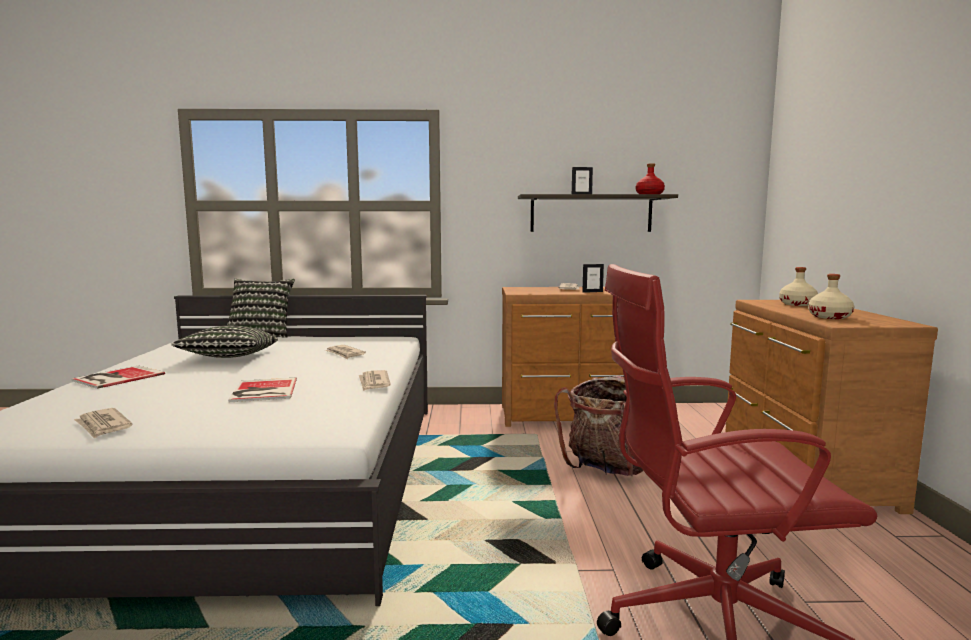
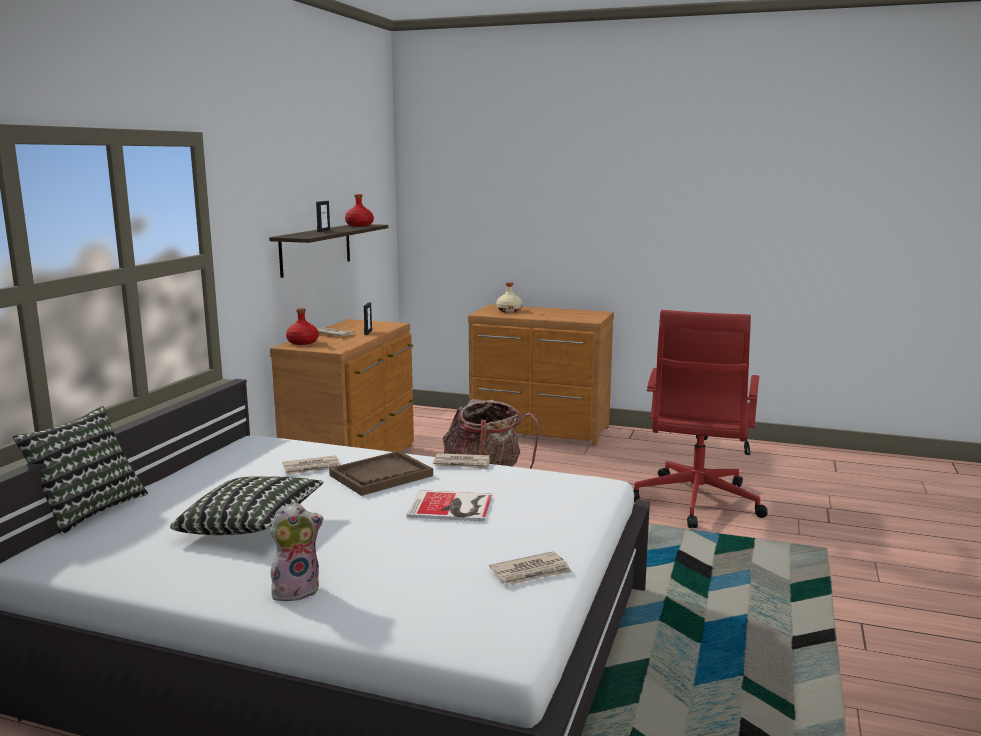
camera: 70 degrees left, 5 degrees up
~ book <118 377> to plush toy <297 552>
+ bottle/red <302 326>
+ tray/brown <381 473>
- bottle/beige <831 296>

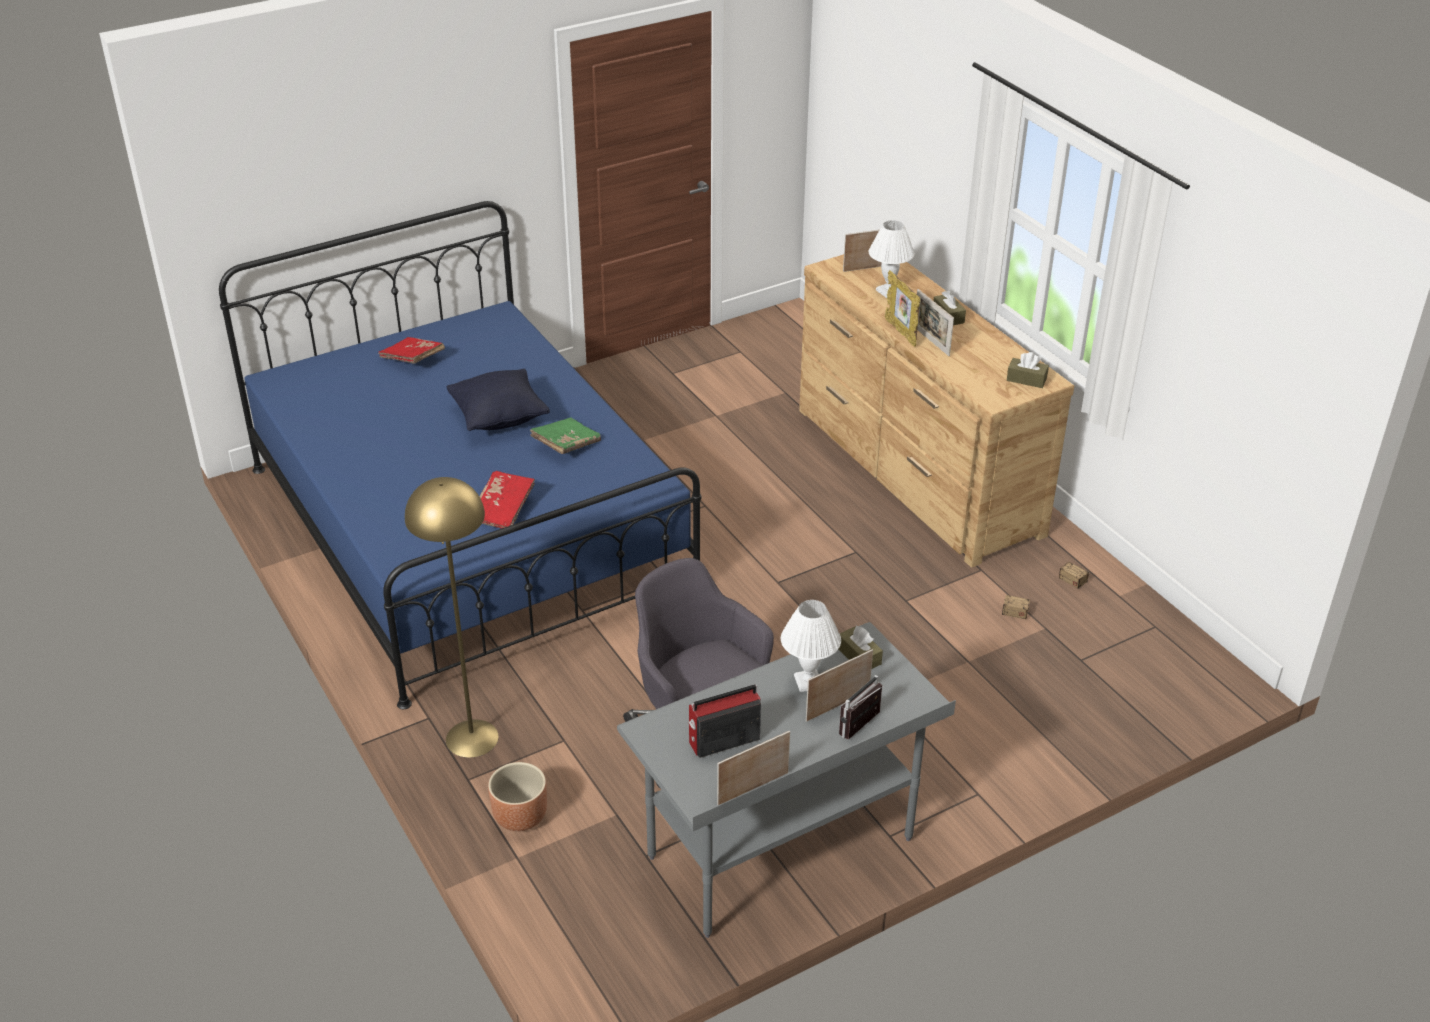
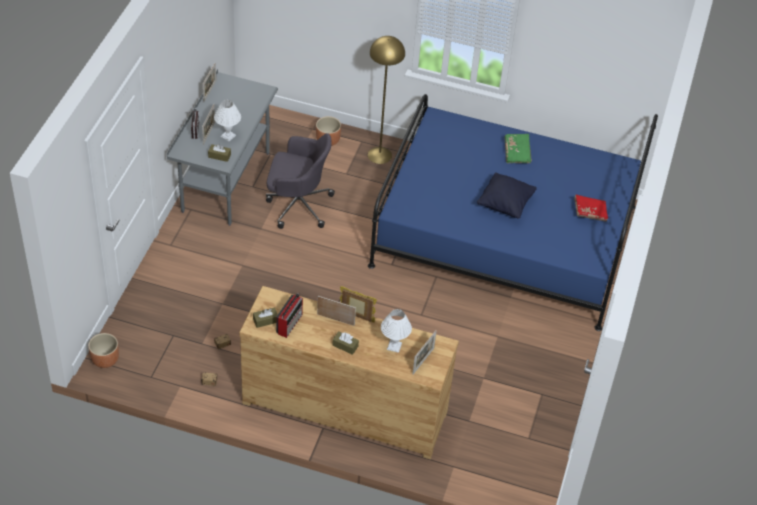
camera: 135 degrees right, 10 degrees up
+ planter/brown <103 350>
~ radio <725 721> to <289 315>
~ book/green <565 436> to <518 148>
- book/red <507 500>

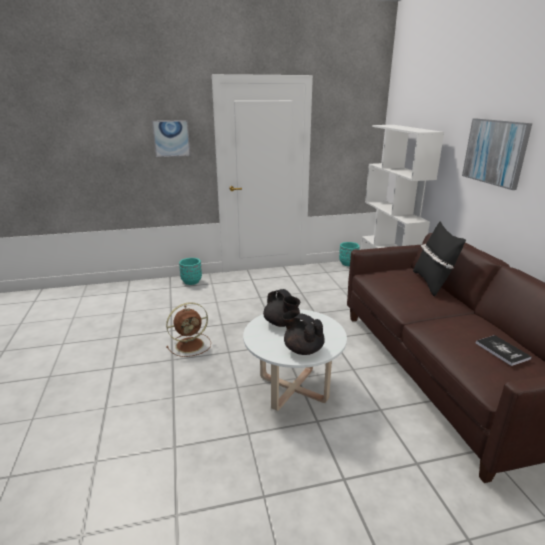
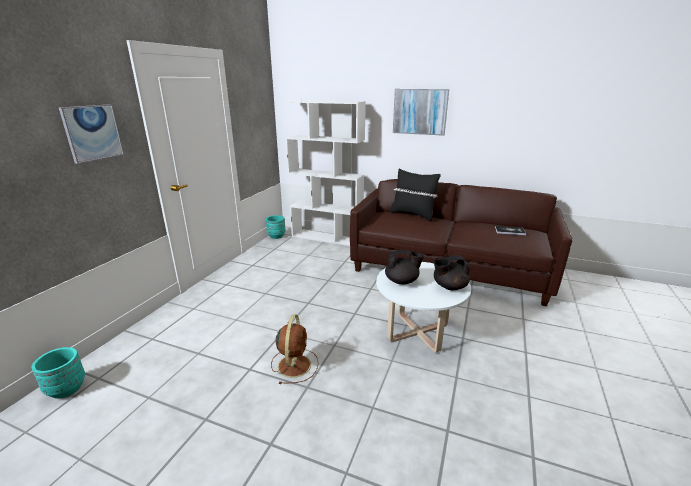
camera: 55 degrees left, 0 degrees up
~ planter/turquoise <190 271> to <58 373>

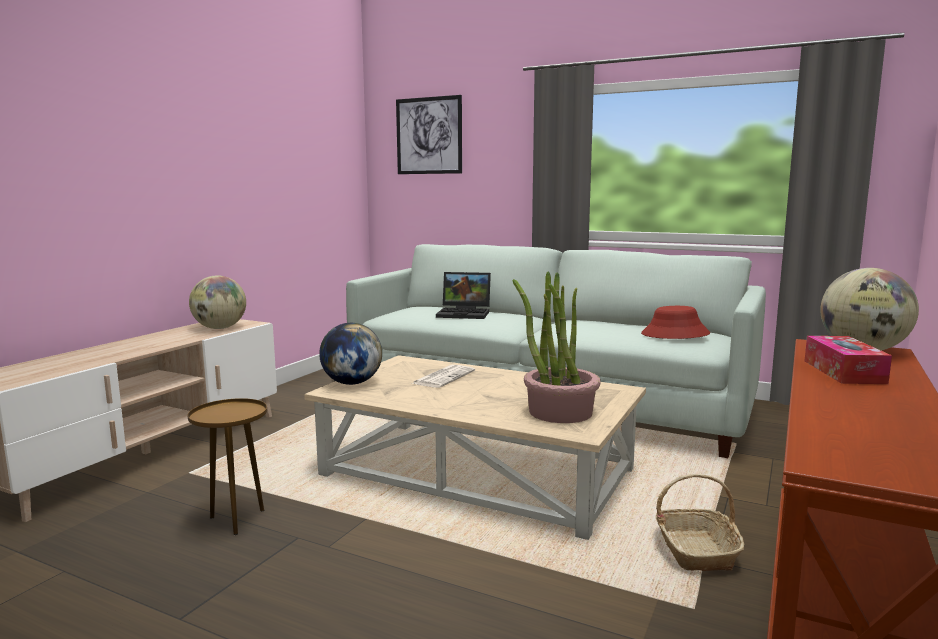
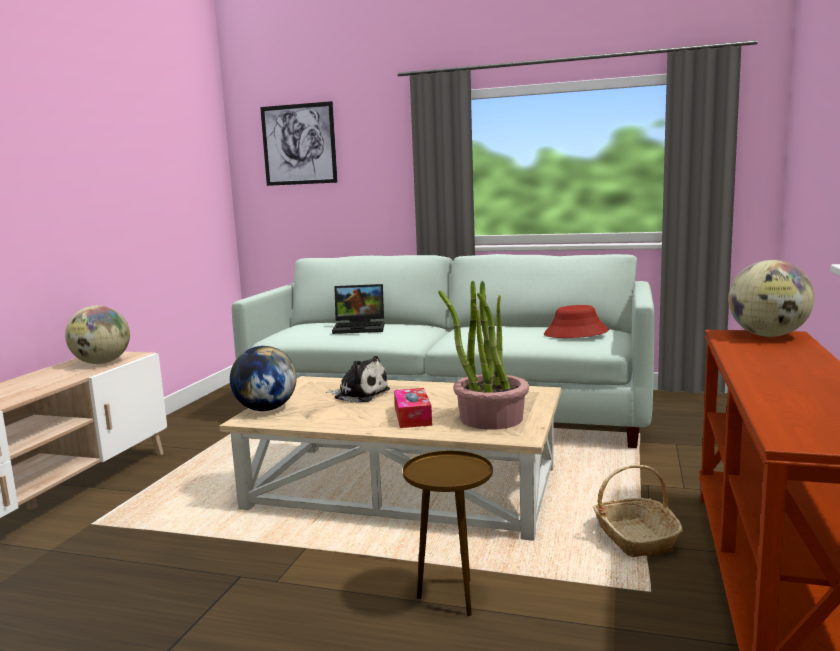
camera: 10 degrees left, 0 degrees up
~ newspaper <443 376> to plush toy <358 379>
~ tissue box <848 360> to <413 408>
~ side table/brown <227 466> to <448 533>

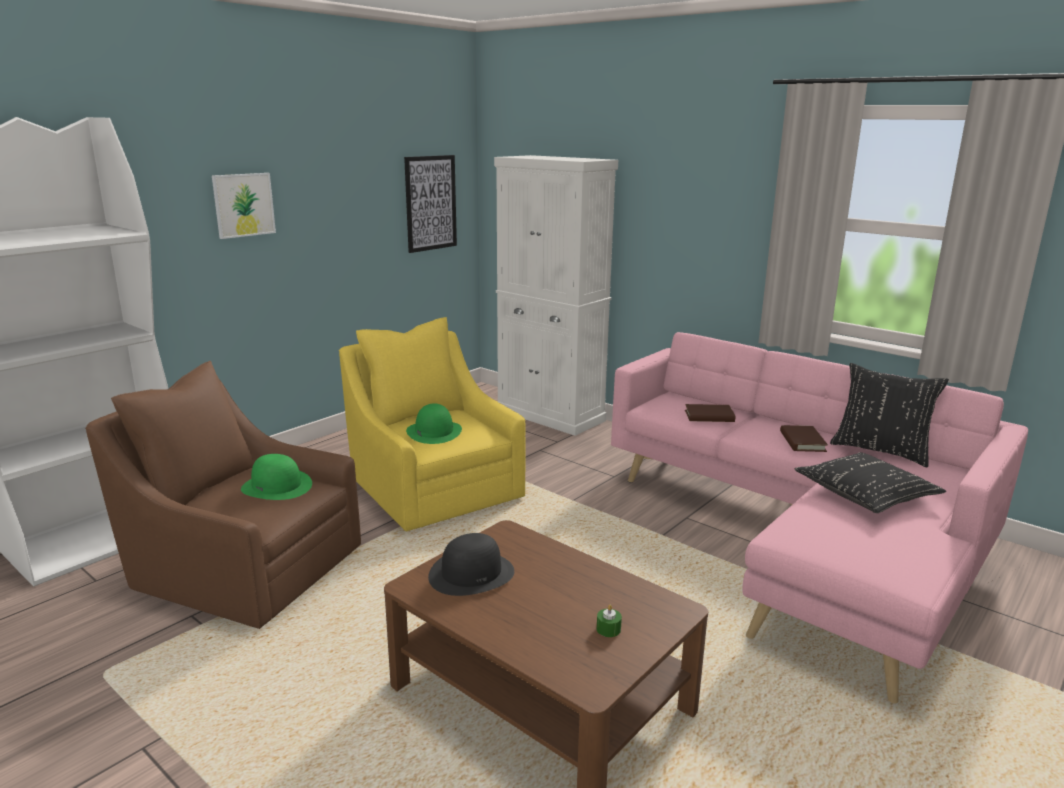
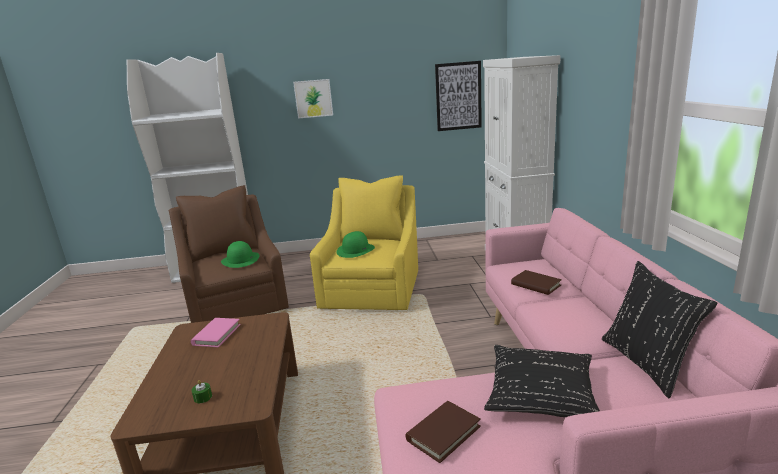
camera: 45 degrees right, 0 degrees up
~ hat/black <471 564> to book/pink <216 332>
~ book/brown <804 438> to <443 432>

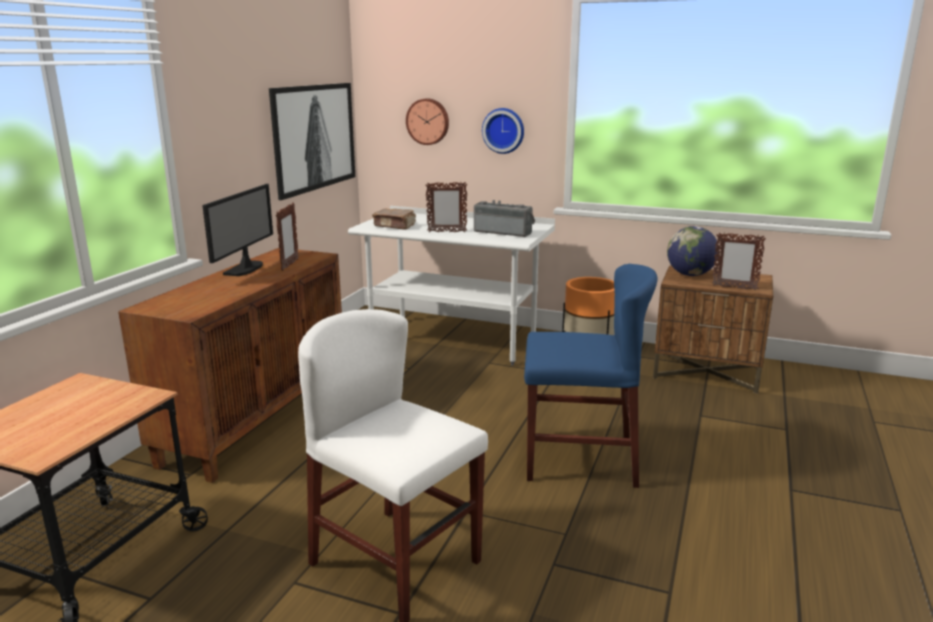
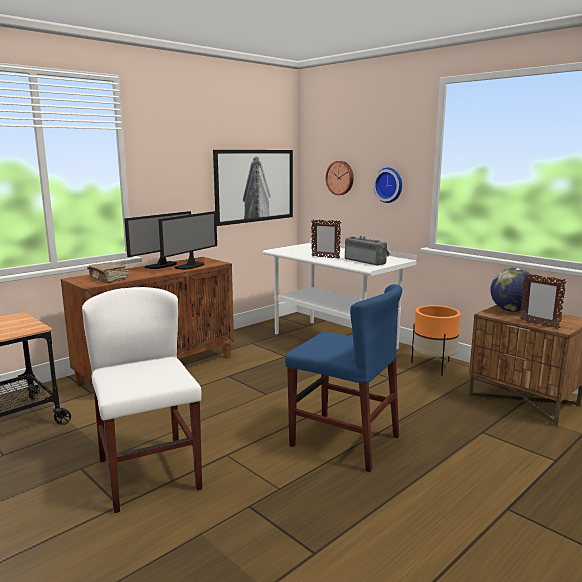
camera: 25 degrees right, 5 degrees down
~ book/brown <394 219> to <108 272>
~ picture frame <287 236> to monitor <187 240>

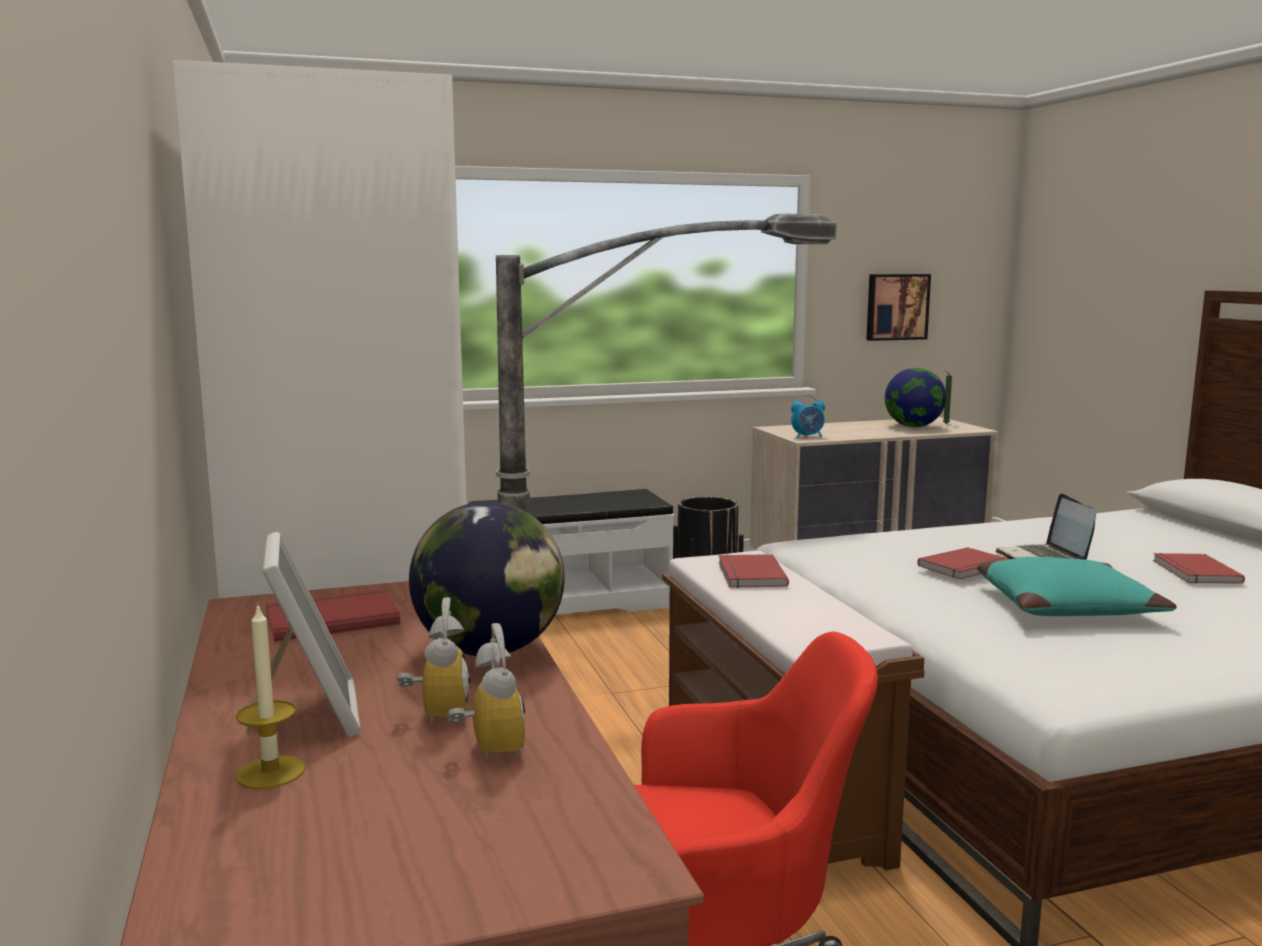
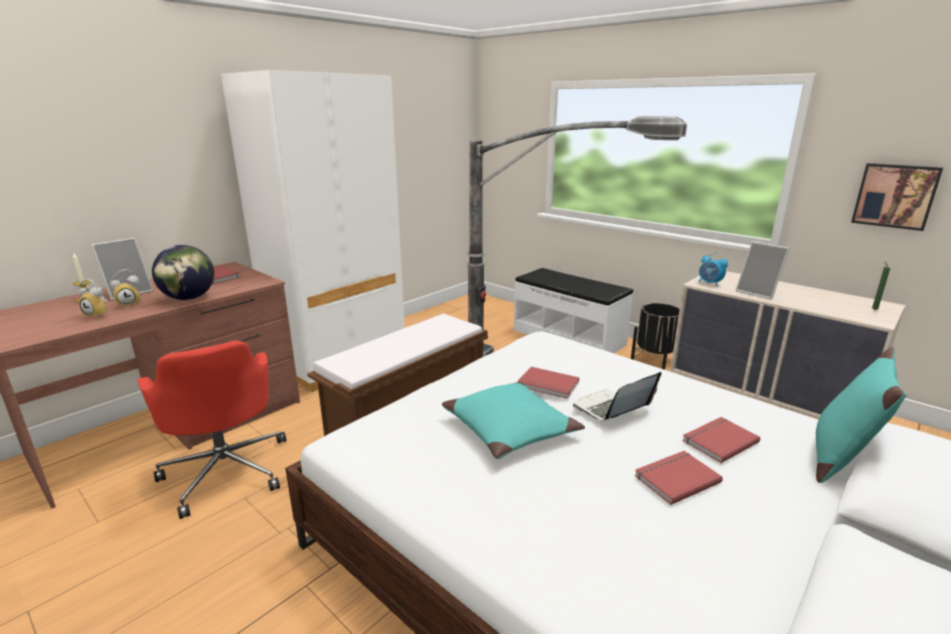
camera: 60 degrees right, 10 degrees up
~ alarm clock <486 691> = <93 298> 60 degrees clockwise
~ book/red <754 571> to <721 440>
+ picture frame <763 270>
+ pillow/turquoise <861 415>
- globe <915 397>

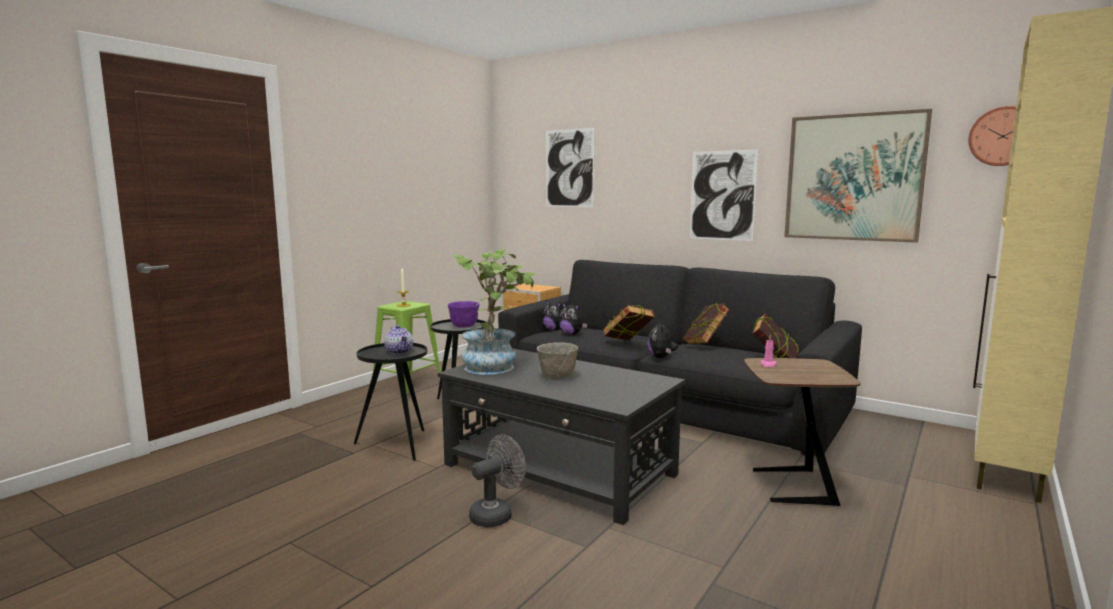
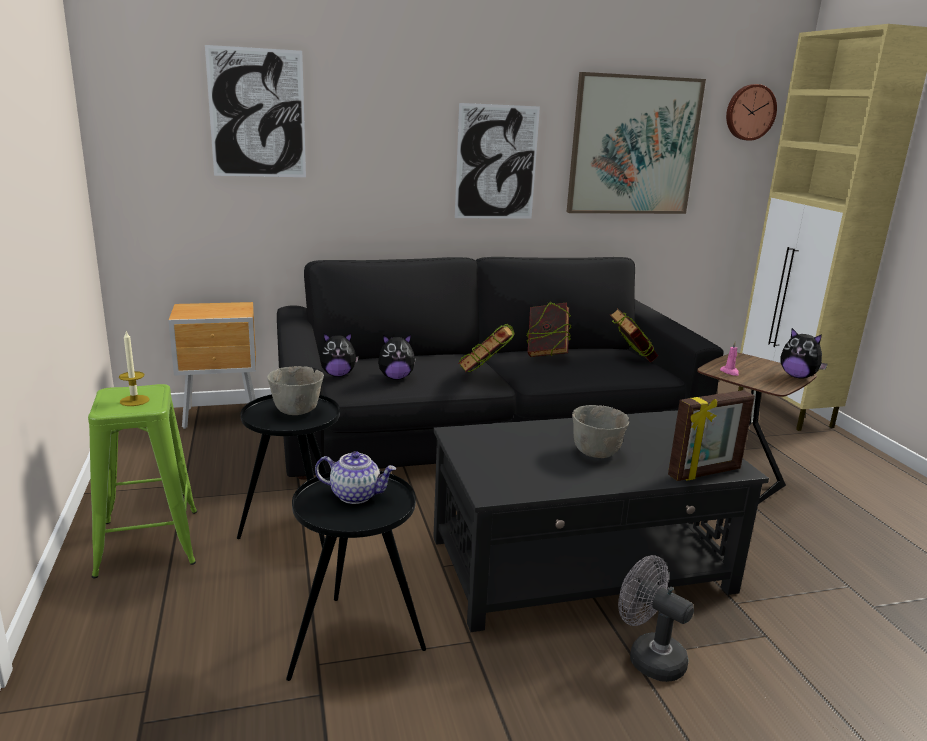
camera: 50 degrees left, 10 degrees up
~ bowl/purple <464 314> to bowl/grey <295 390>
~ fan/grey <497 481> = <656 618> 45 degrees counterclockwise
+ picture frame <711 435>
~ plush toy <663 339> to <804 353>
- potted plant <493 312>

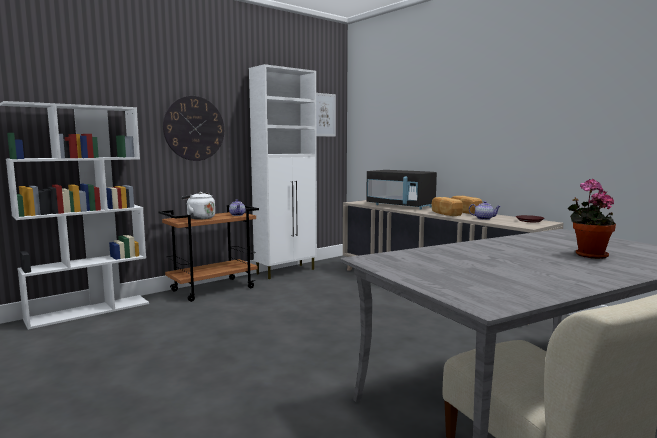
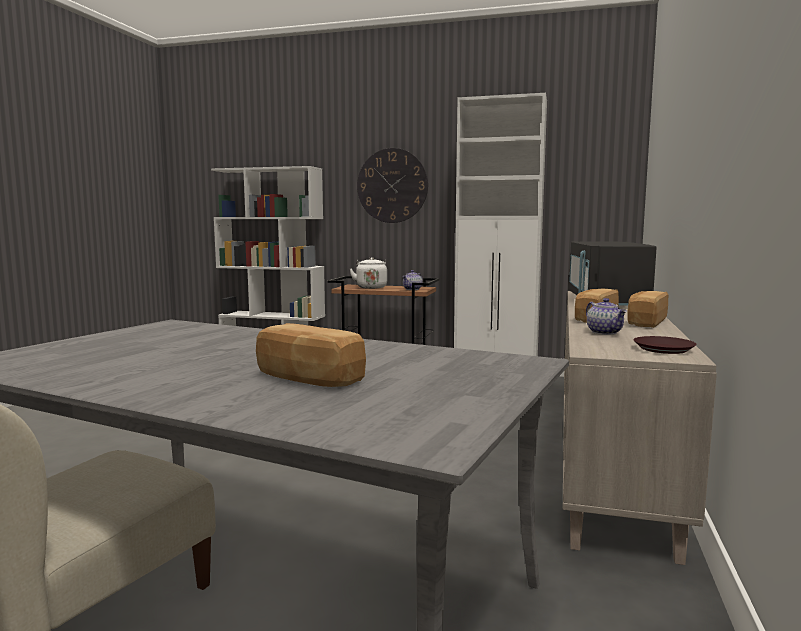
camera: 55 degrees right, 0 degrees up
~ potted plant <591 219> to bread <311 355>
- picture <326 115>

